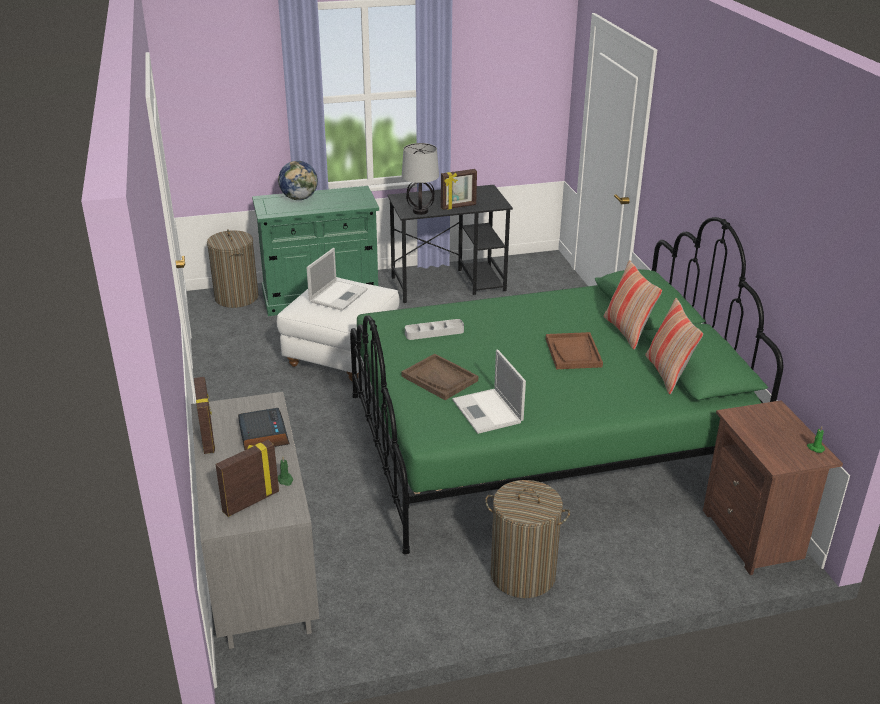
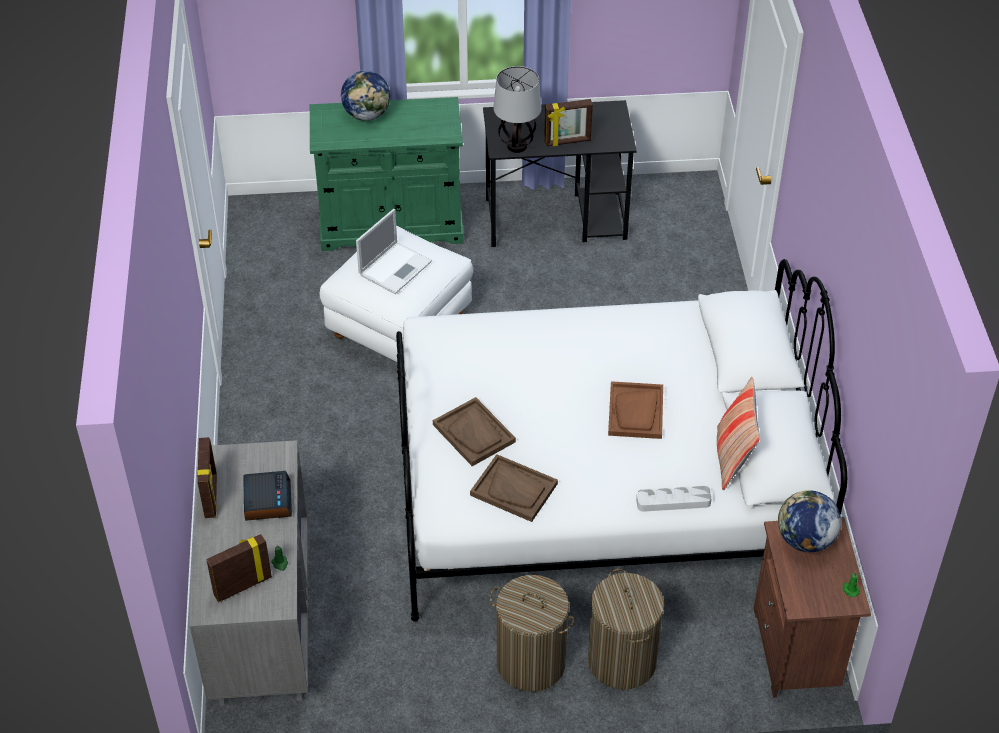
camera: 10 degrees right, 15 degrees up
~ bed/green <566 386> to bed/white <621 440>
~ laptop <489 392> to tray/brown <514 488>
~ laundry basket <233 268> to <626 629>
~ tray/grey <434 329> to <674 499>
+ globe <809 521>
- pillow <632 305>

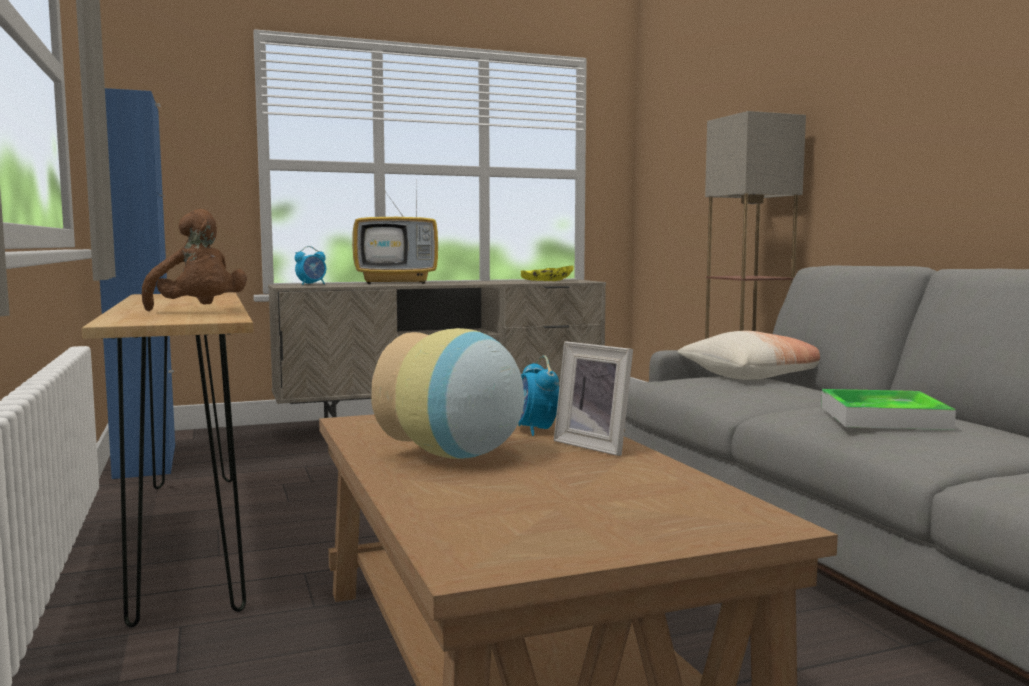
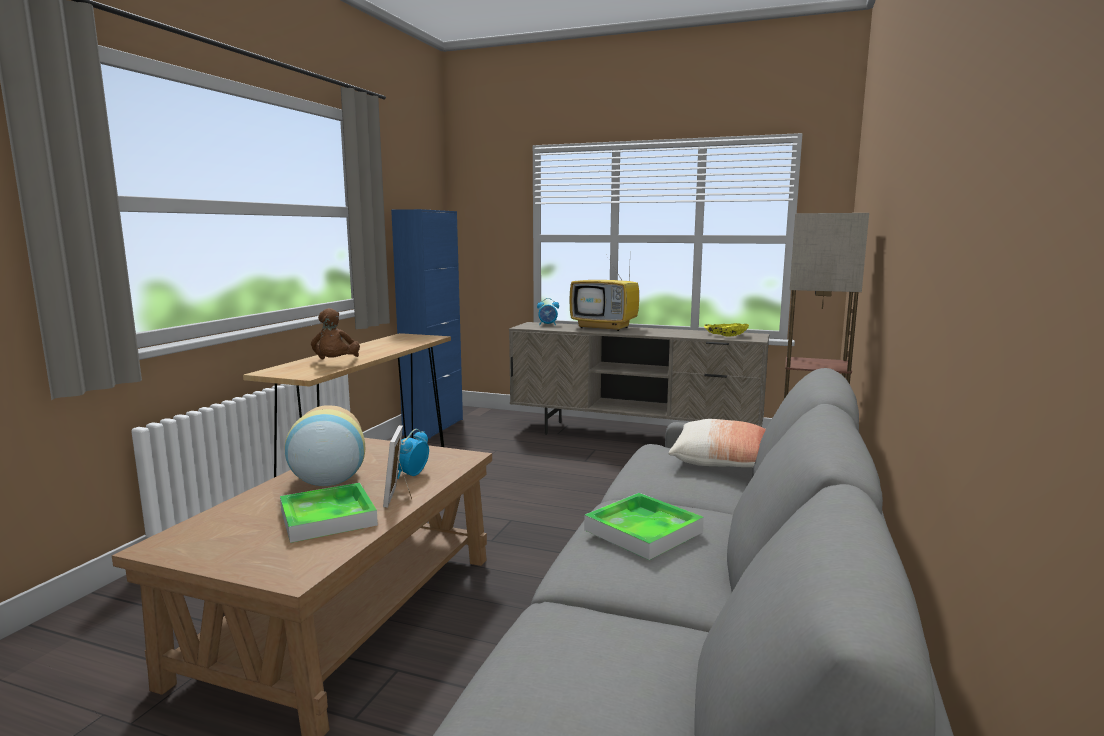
camera: 40 degrees right, 5 degrees up
+ tray <329 513>

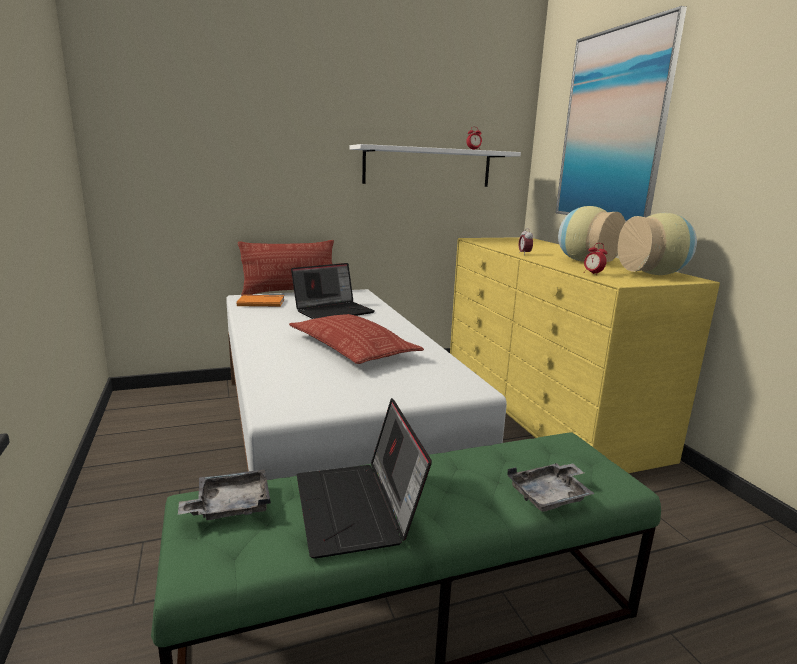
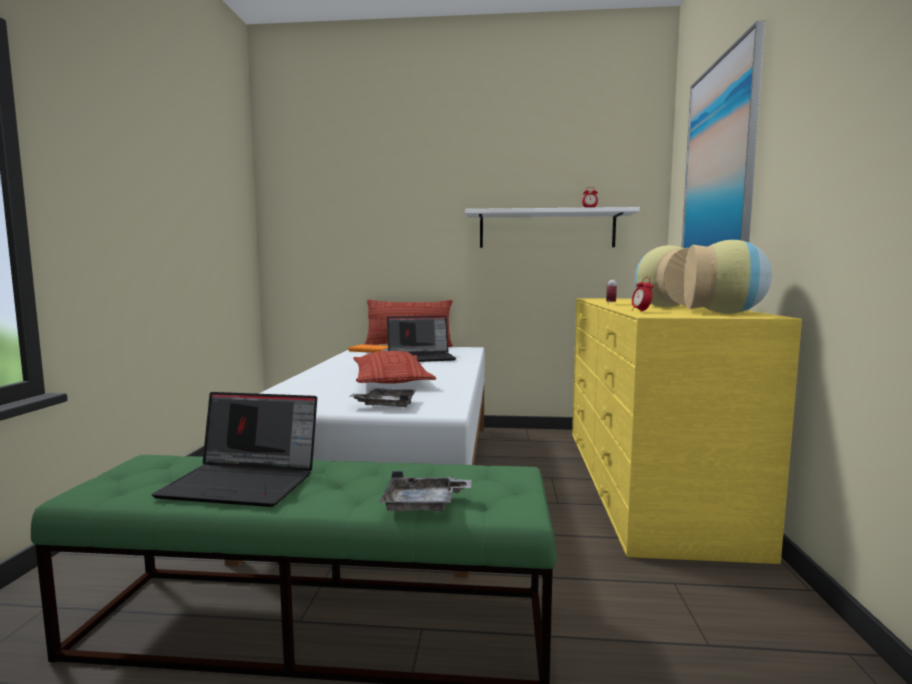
camera: 25 degrees right, 10 degrees down
~ laptop <364 478> = <234 449> 90 degrees counterclockwise
~ tray/grey <224 495> to <383 397>

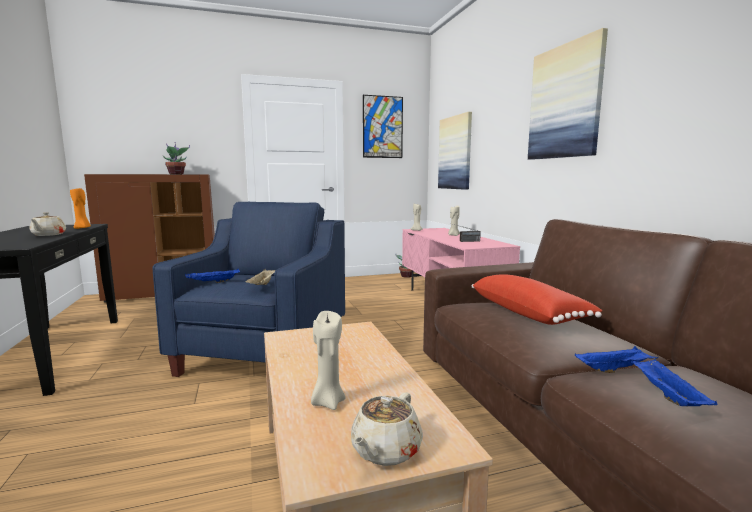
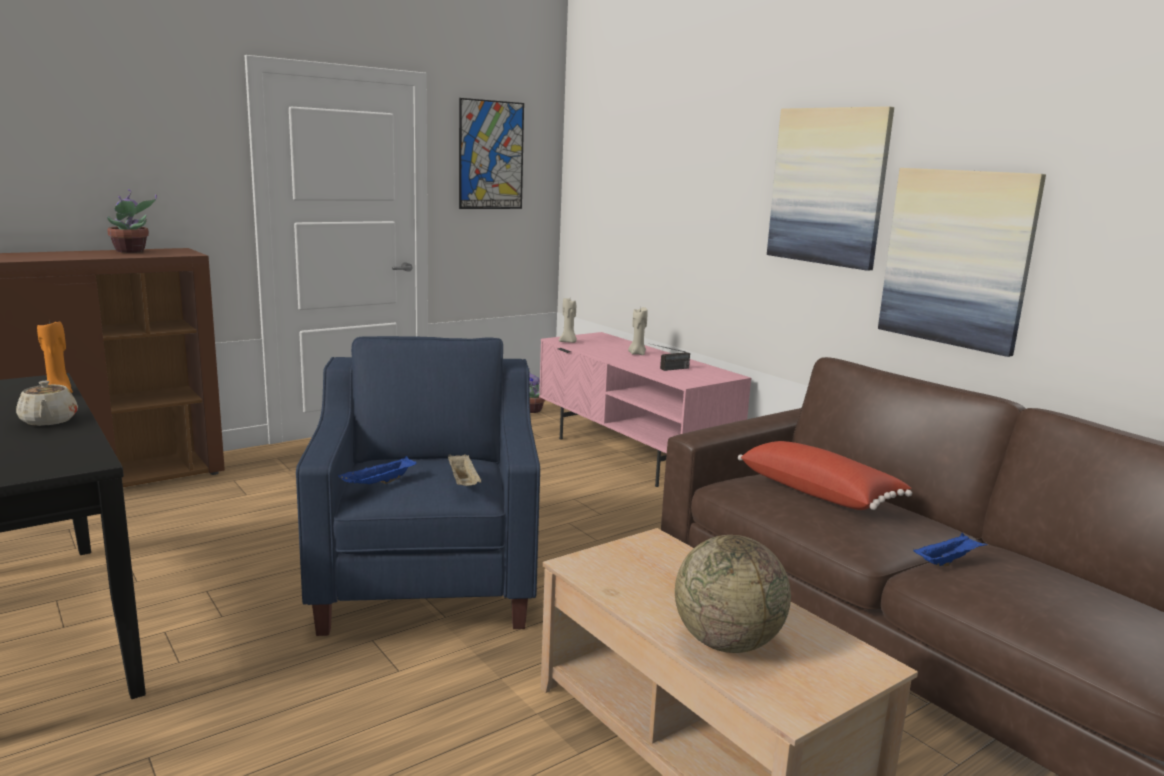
camera: 20 degrees left, 5 degrees up
~ candle/beige <328 360> to globe <733 594>
~ picture <455 151> to <962 262>
- teapot/beige <387 429>
- tray/blue <674 383>

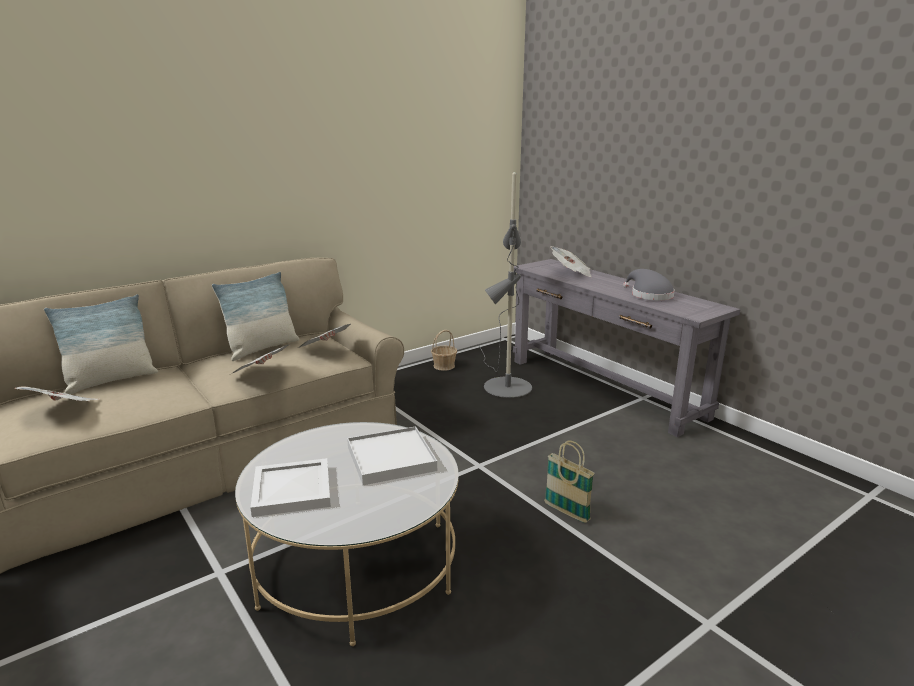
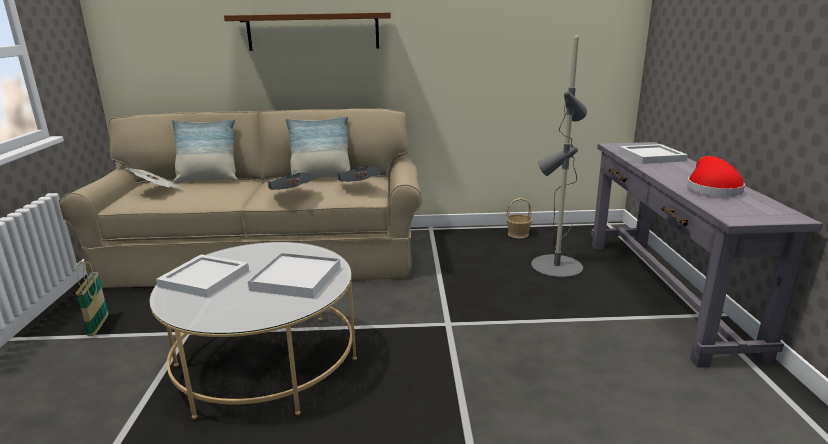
camera: 35 degrees right, 0 degrees up
~ basket <569 481> to <92 298>
+ shelf/brown <307 32>
~ newspaper <571 261> to tray/white <653 154>
~ hat/grey <649 284> to hat/red <716 176>

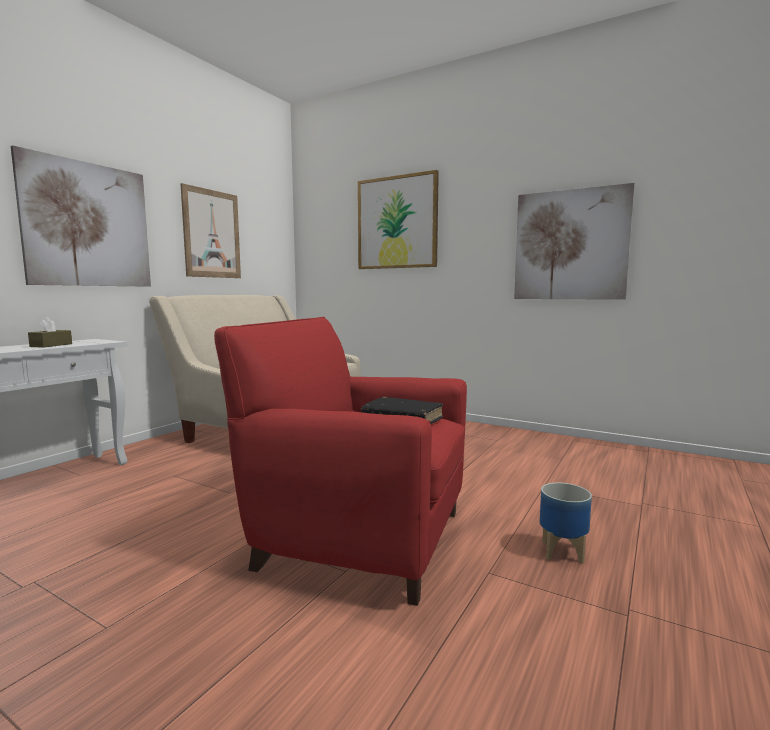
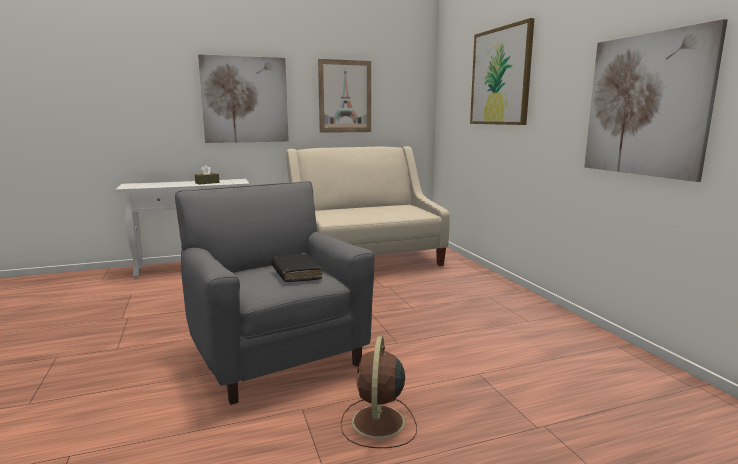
camera: 40 degrees right, 5 degrees up
~ armchair/red <340 461> to armchair/grey <275 293>
~ planter <566 522> to fan/brown <378 392>

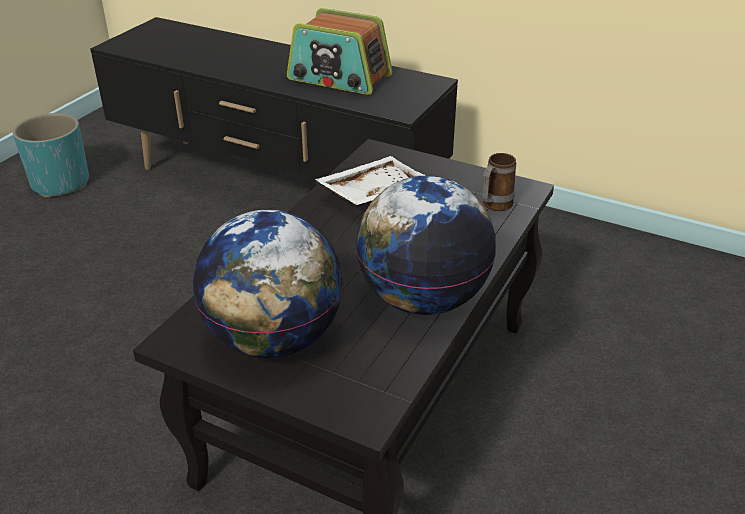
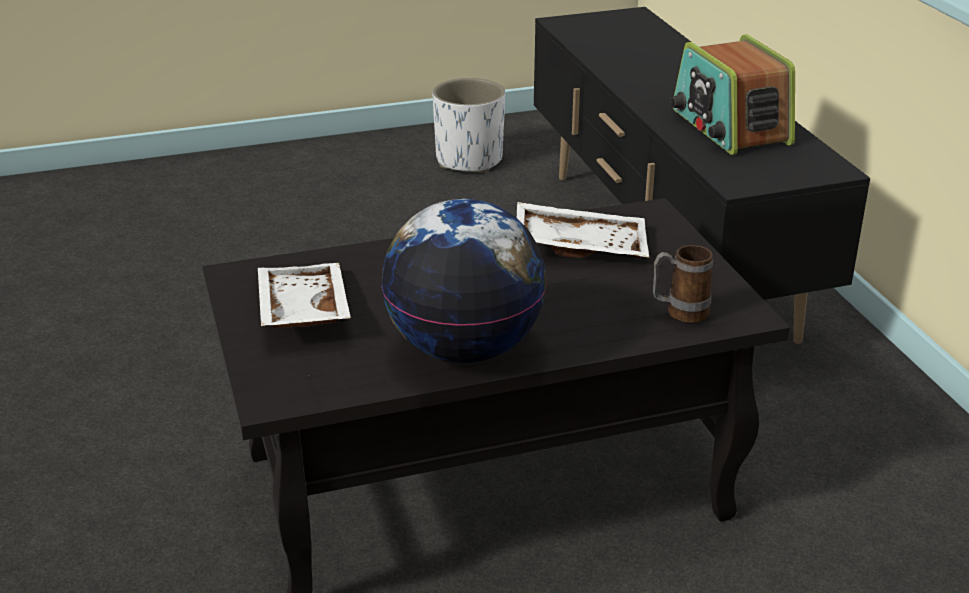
camera: 45 degrees right, 5 degrees down
~ globe <268 283> to tray/white <304 295>
~ planter/turquoise <50 155> to planter/white <468 125>

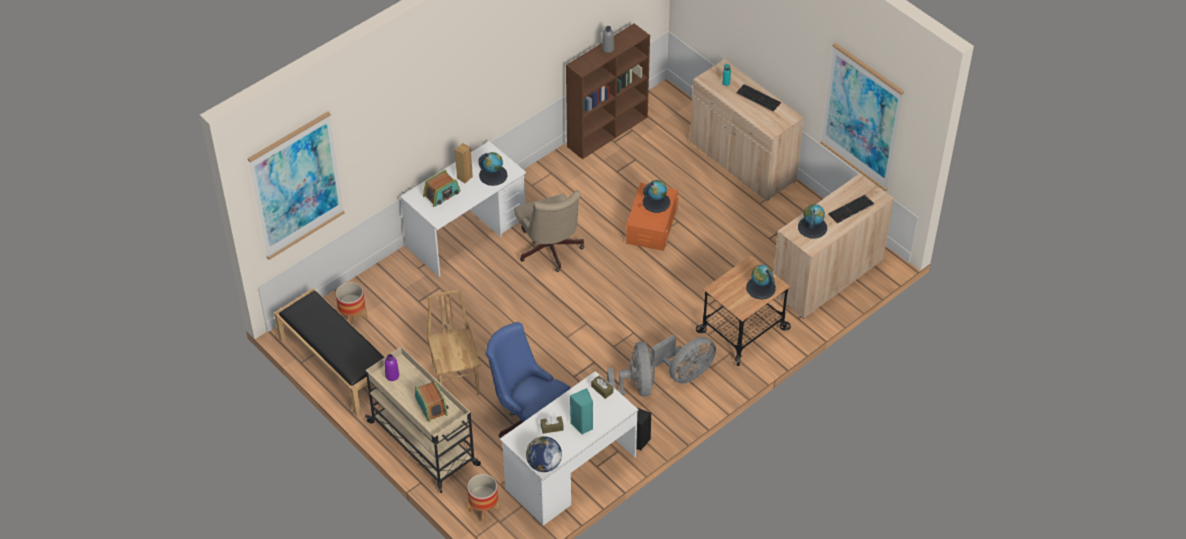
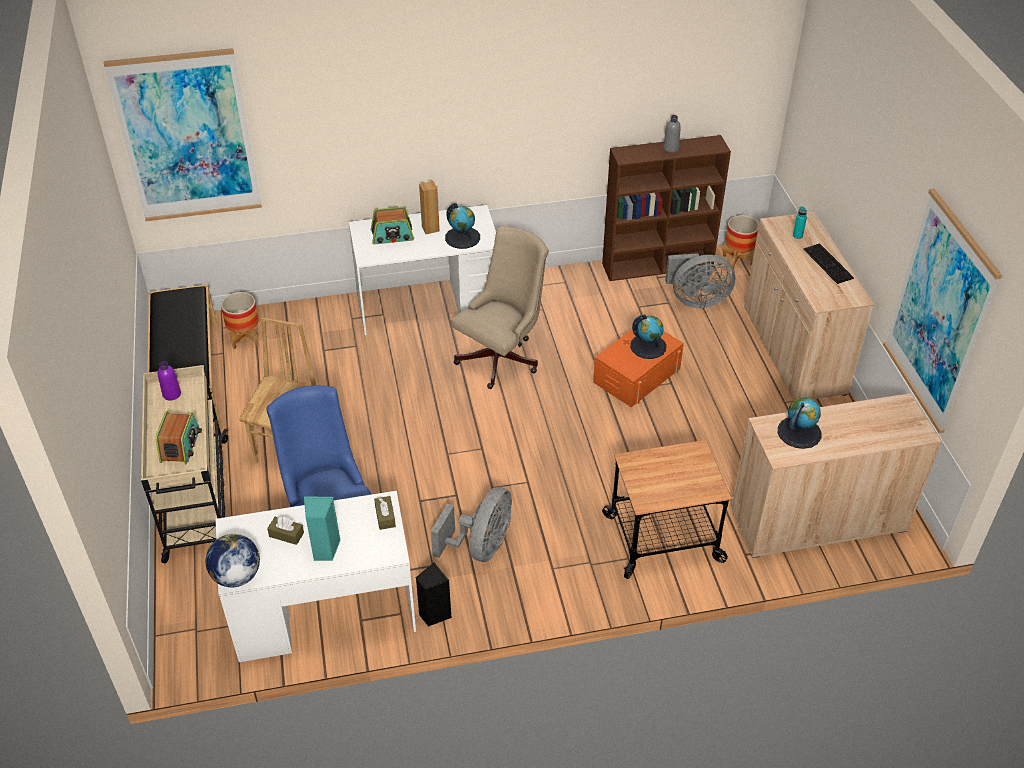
camera: 30 degrees right, 5 degrees down
~ office chair/beige <549 231> = <500 308> 150 degrees counterclockwise
~ fan/grey <683 359> to <700 280>
~ planter <483 498> to <741 242>
- globe <761 282>
- keyboard <851 209>

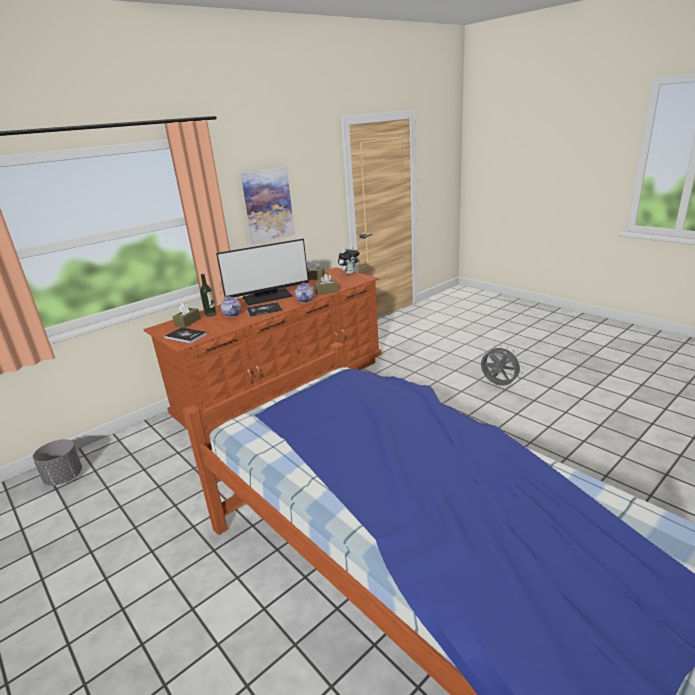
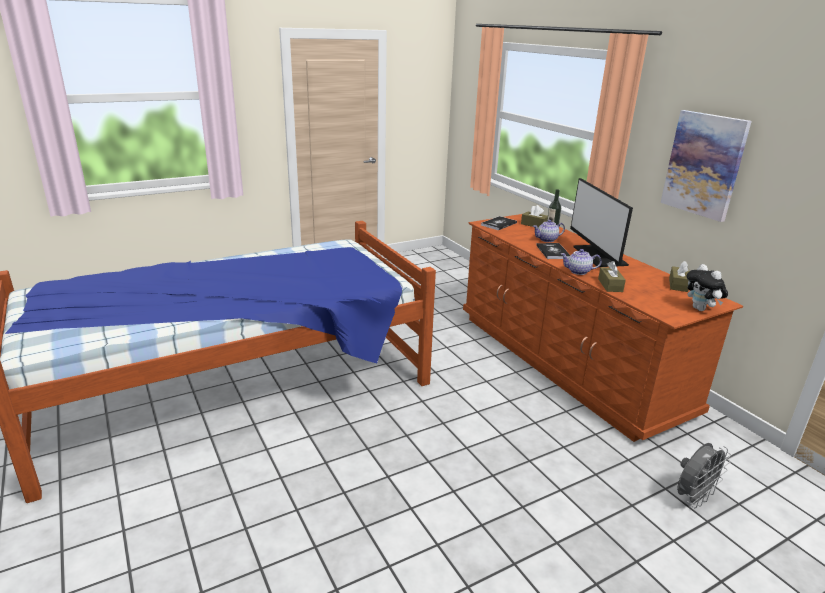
camera: 100 degrees right, 0 degrees up
~ fan/grey <502 365> to <704 475>
- planter/grey <57 462>

